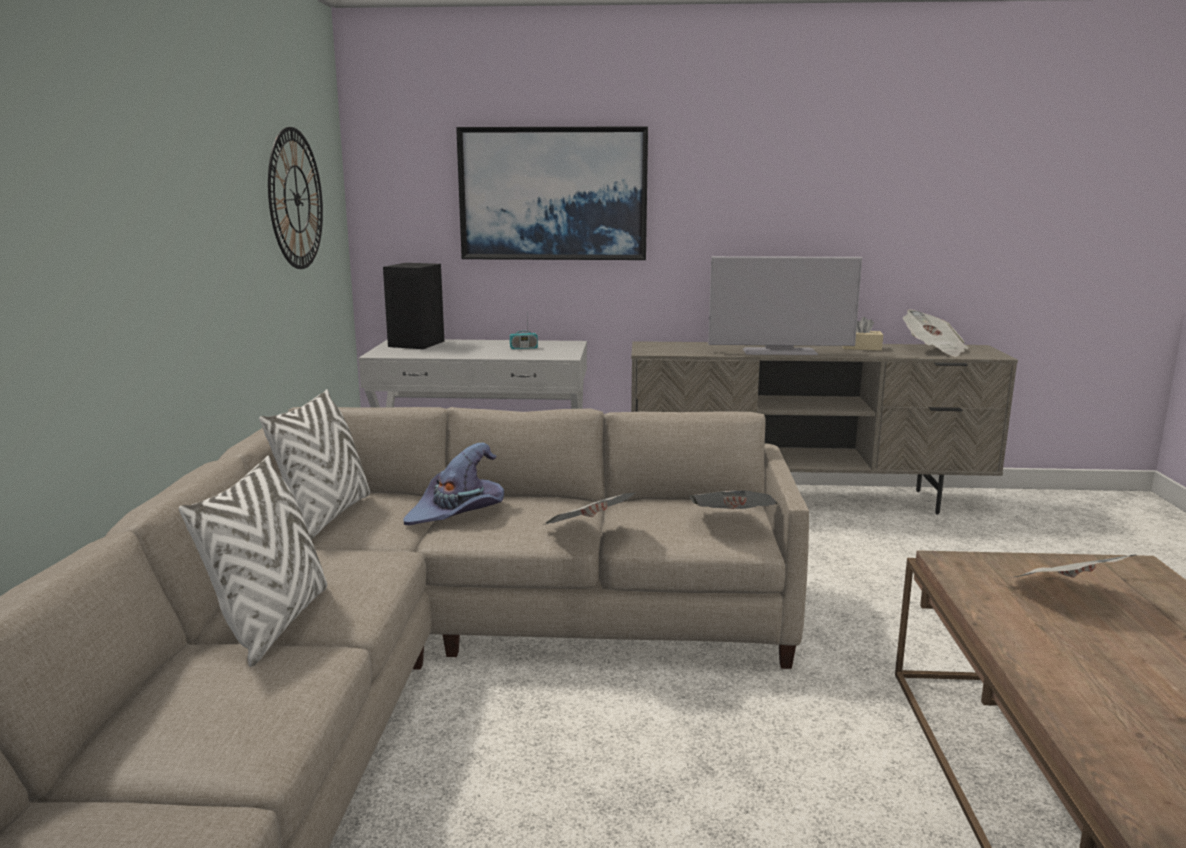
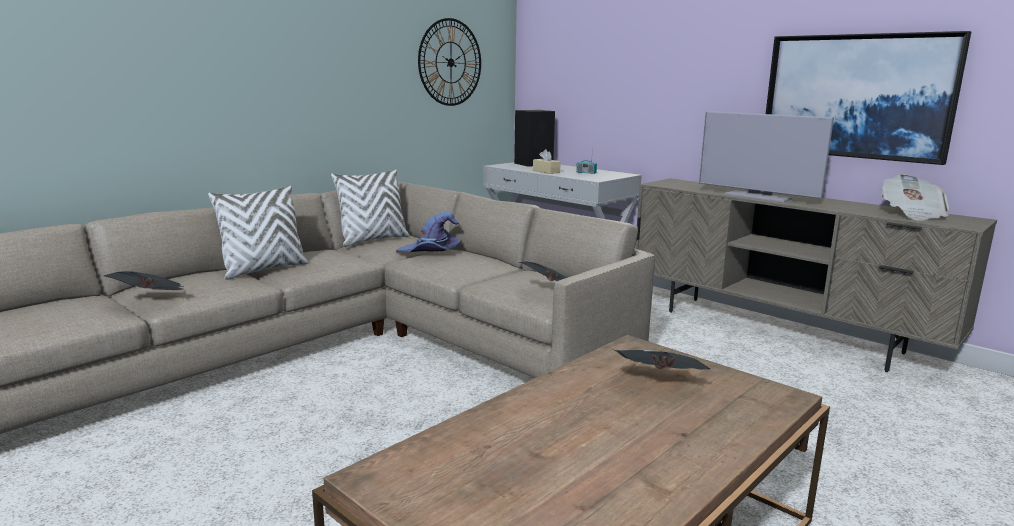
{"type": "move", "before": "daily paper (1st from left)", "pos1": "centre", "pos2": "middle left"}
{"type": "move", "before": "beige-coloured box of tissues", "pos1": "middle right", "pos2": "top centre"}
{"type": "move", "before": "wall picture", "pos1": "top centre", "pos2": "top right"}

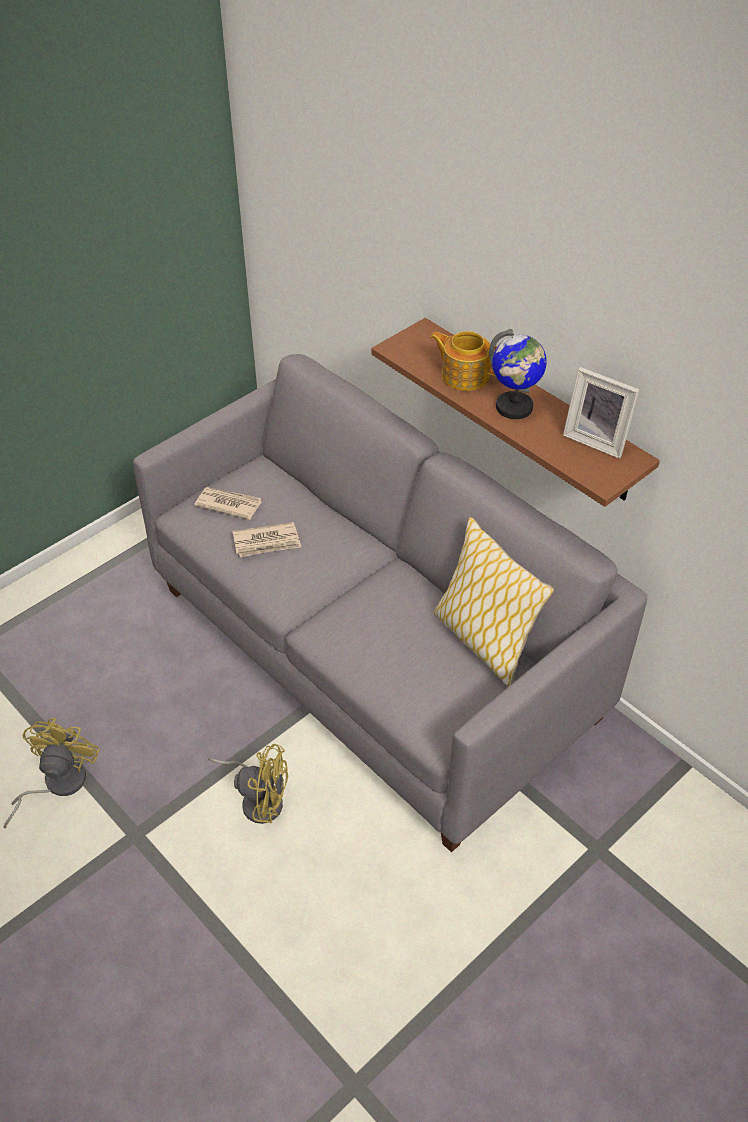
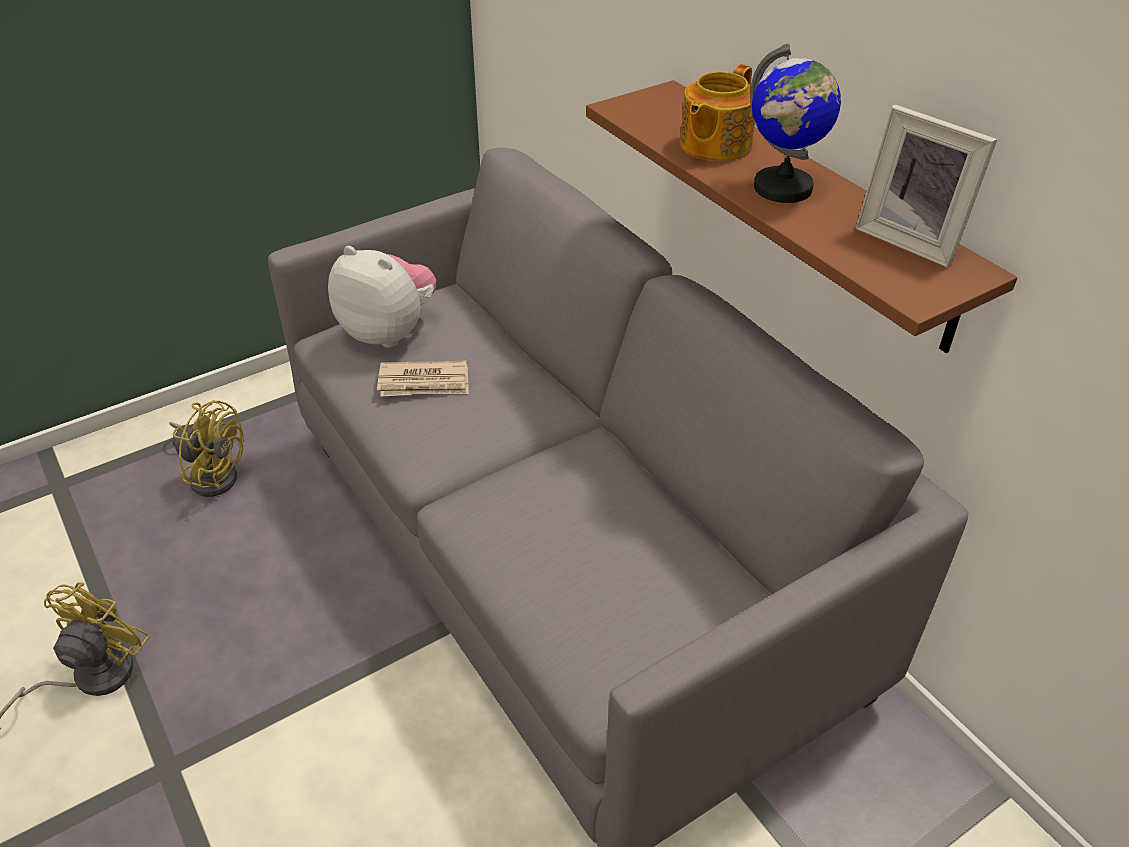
{"type": "move", "before": "yellow-coloured electric fan (2nd from left)", "pos1": "bottom left", "pos2": "middle left"}
{"type": "replace", "before": "daily paper (1st from left)", "after": "soft toy", "pos1": "middle left", "pos2": "centre"}
{"type": "rotate", "before": "teapot", "pos1": "top centre", "pos2": "top centre", "turn": -90}
{"type": "delete", "before": "pillow", "pos1": "centre"}

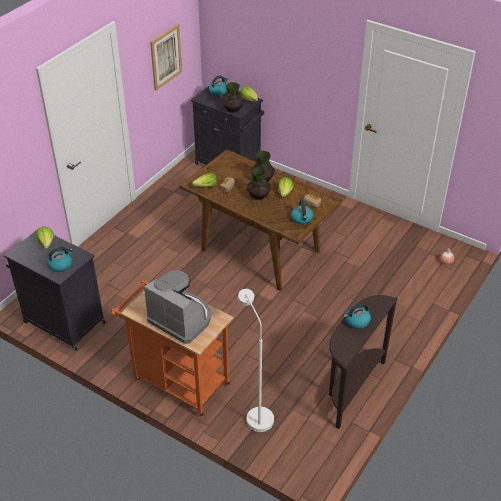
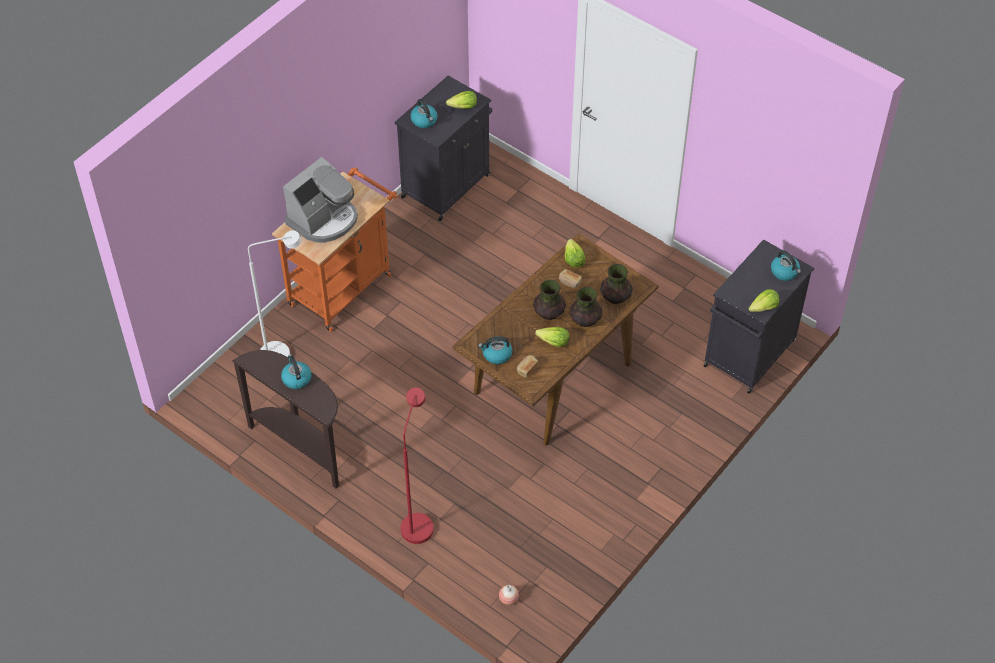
{"type": "insert", "after": "red-coloured standing lamp", "pos2": "bottom centre"}
{"type": "move", "before": "vase (1st from left in the first image)", "after": "vase (4th from left)", "pos1": "top centre", "pos2": "centre"}
{"type": "delete", "before": "wall picture", "pos1": "top left"}

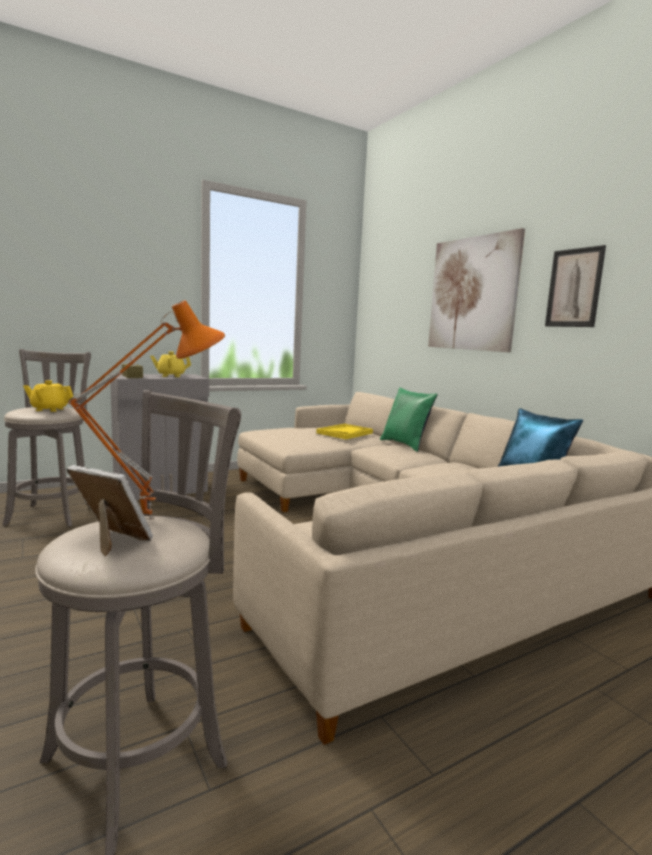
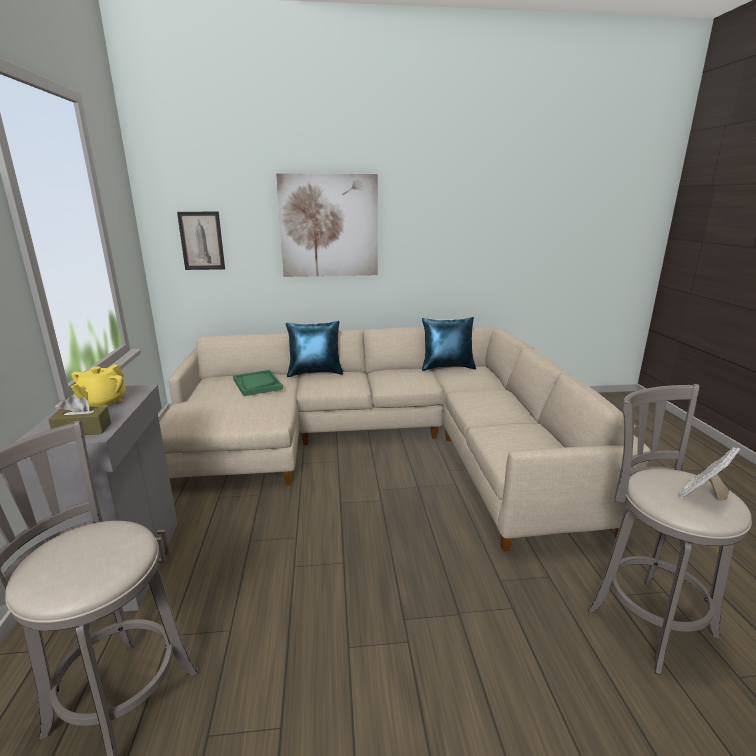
{"type": "move", "before": "wall picture (2nd from left in the first image)", "after": "wall picture (1st from left)", "pos1": "middle right", "pos2": "top left"}
{"type": "recolor", "before": "yellow-coloured carrying tray", "after": "green-coloured carrying tray", "pos1": "centre", "pos2": "centre"}
{"type": "recolor", "before": "green-coloured pillow", "after": "bluish pillow (1st from left)", "pos1": "centre", "pos2": "centre"}
{"type": "delete", "before": "yellow-coloured teapot (1st from left)", "pos1": "middle left"}
{"type": "delete", "before": "orange tabletop lamp", "pos1": "middle left"}

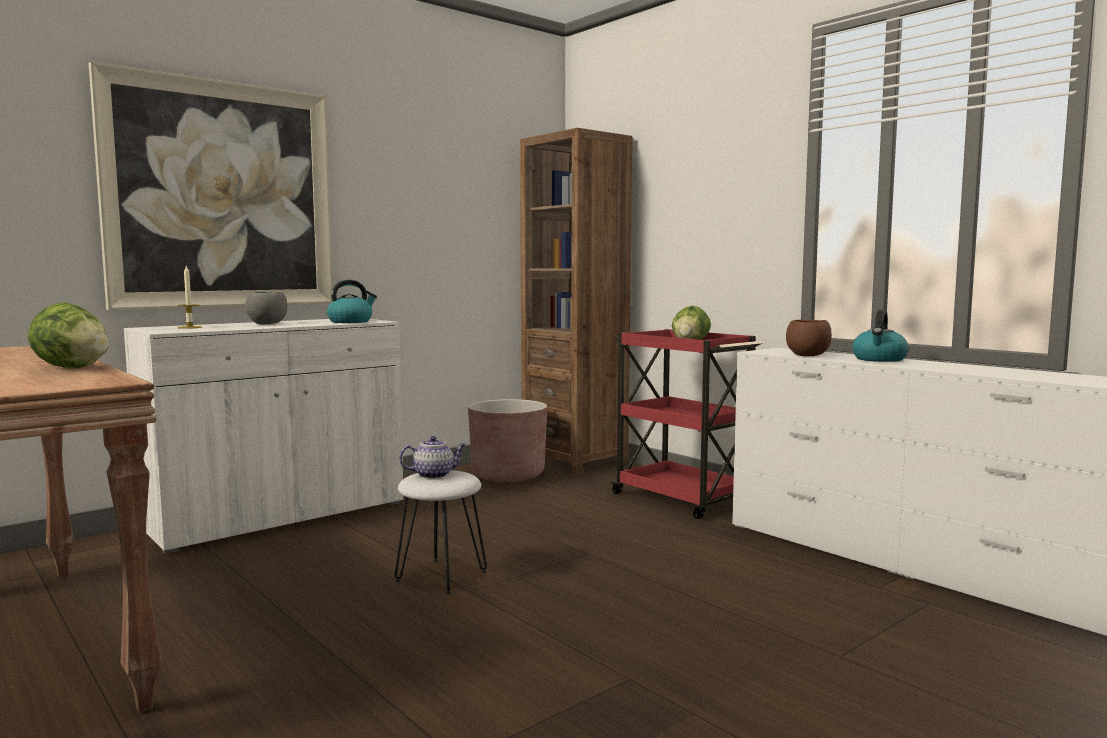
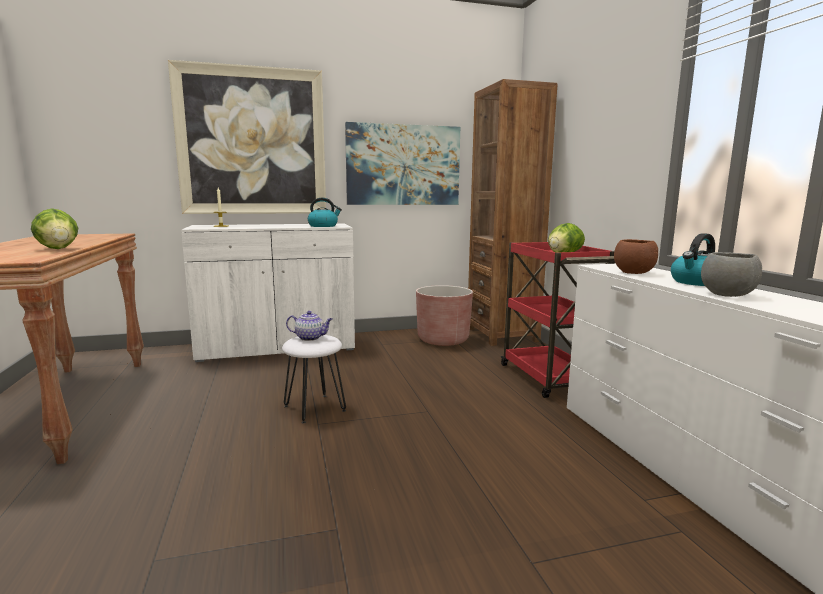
{"type": "insert", "after": "wall picture (2nd from left)", "pos2": "top centre"}
{"type": "move", "before": "greyish bowl", "pos1": "middle left", "pos2": "middle right"}

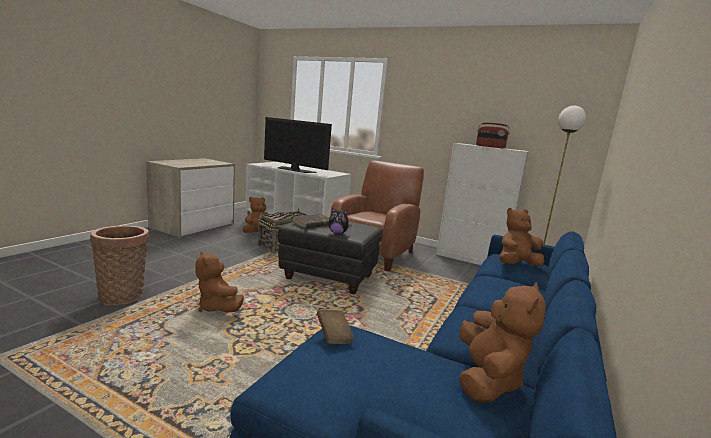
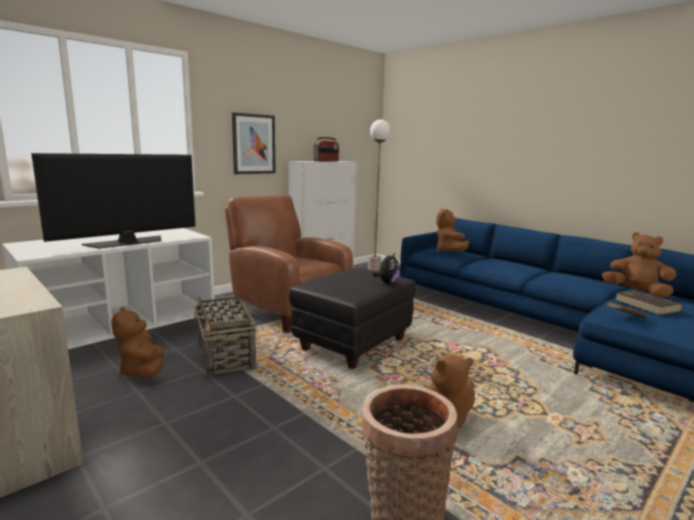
{"type": "insert", "after": "wall picture", "pos2": "top centre"}
{"type": "move", "before": "brown-coloured bound book (1st from left in the first image)", "after": "brown-coloured bound book (2nd from left)", "pos1": "centre", "pos2": "middle right"}

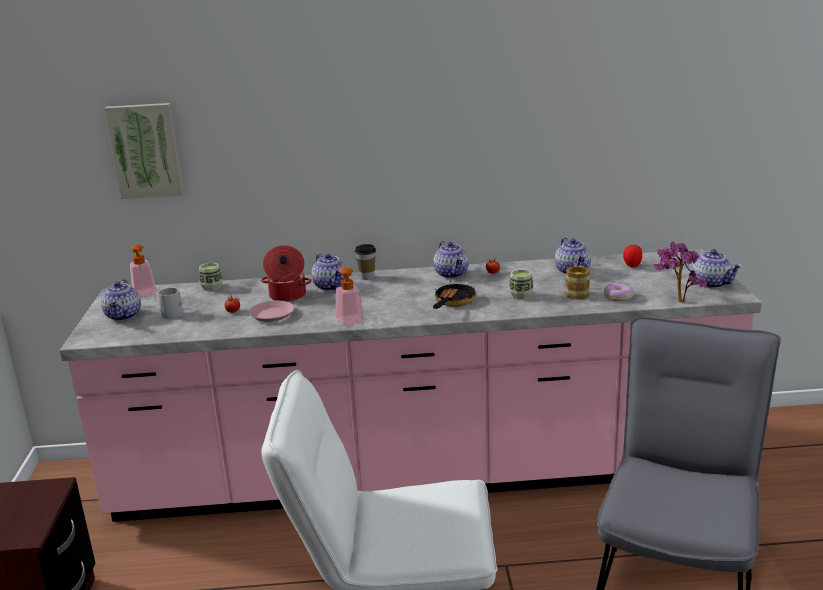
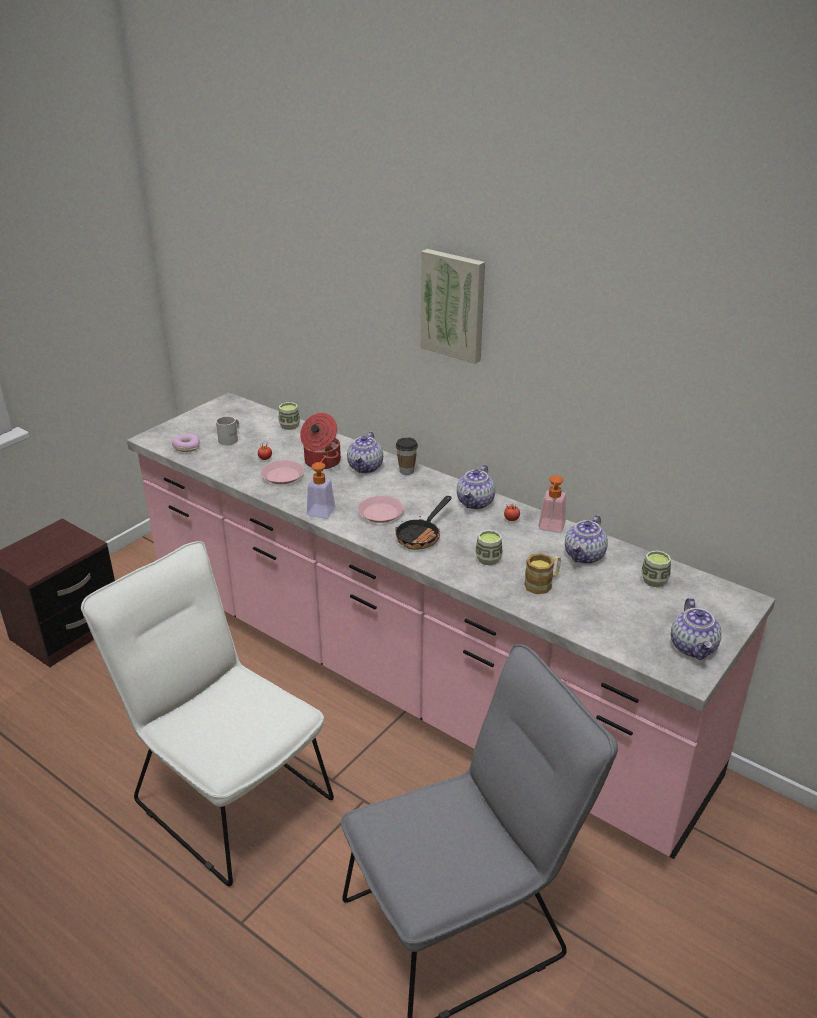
{"type": "move", "before": "ring doughnut", "pos1": "middle right", "pos2": "middle left"}
{"type": "insert", "after": "pink flat dish (2nd from left)", "pos2": "centre"}
{"type": "rotate", "before": "skillet", "pos1": "centre", "pos2": "centre", "turn": 150}
{"type": "move", "before": "wall picture", "pos1": "top left", "pos2": "top centre"}
{"type": "move", "before": "liquid soap bottle (1st from left in the first image)", "after": "liquid soap bottle (2nd from left)", "pos1": "middle left", "pos2": "middle right"}
{"type": "replace", "before": "whole tomato (3rd from left)", "after": "cup (4th from left)", "pos1": "middle right", "pos2": "middle right"}
{"type": "delete", "before": "teapot (1st from left)", "pos1": "middle left"}
{"type": "delete", "before": "plant in a pot", "pos1": "middle right"}

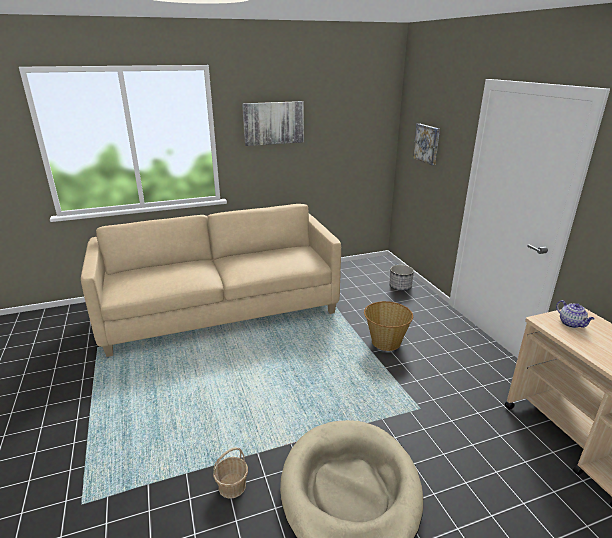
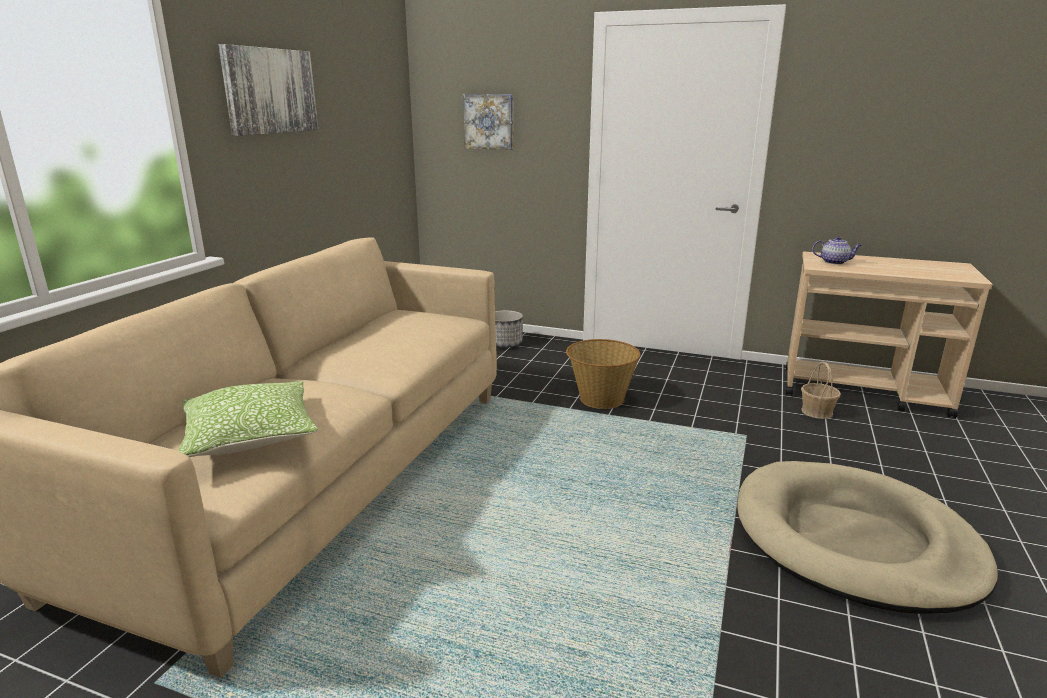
{"type": "insert", "after": "pillow", "pos2": "middle left"}
{"type": "move", "before": "household basket (1st from left in the first image)", "after": "household basket (2nd from left)", "pos1": "bottom centre", "pos2": "middle right"}

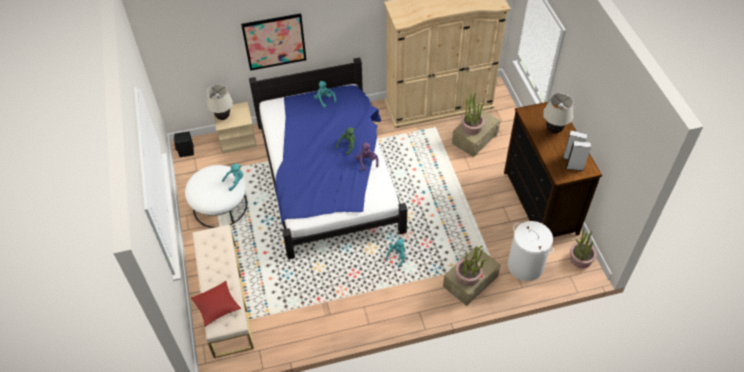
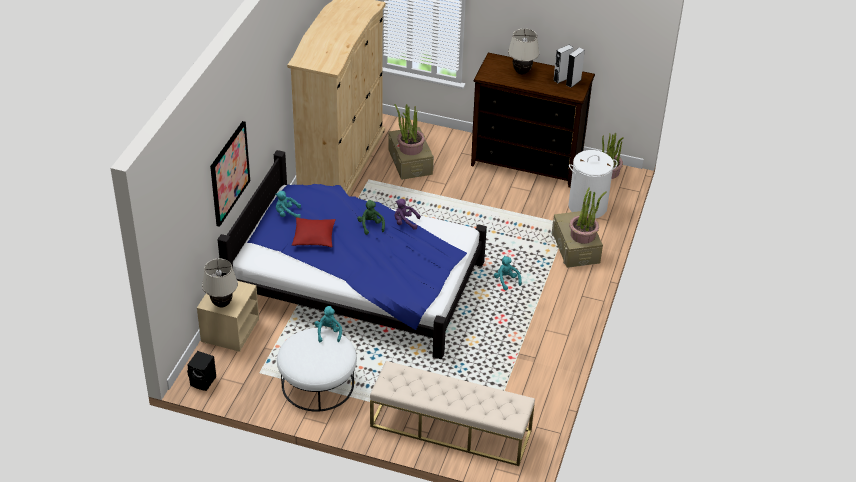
{"type": "move", "before": "red-coloured pillow", "pos1": "bottom left", "pos2": "centre"}

